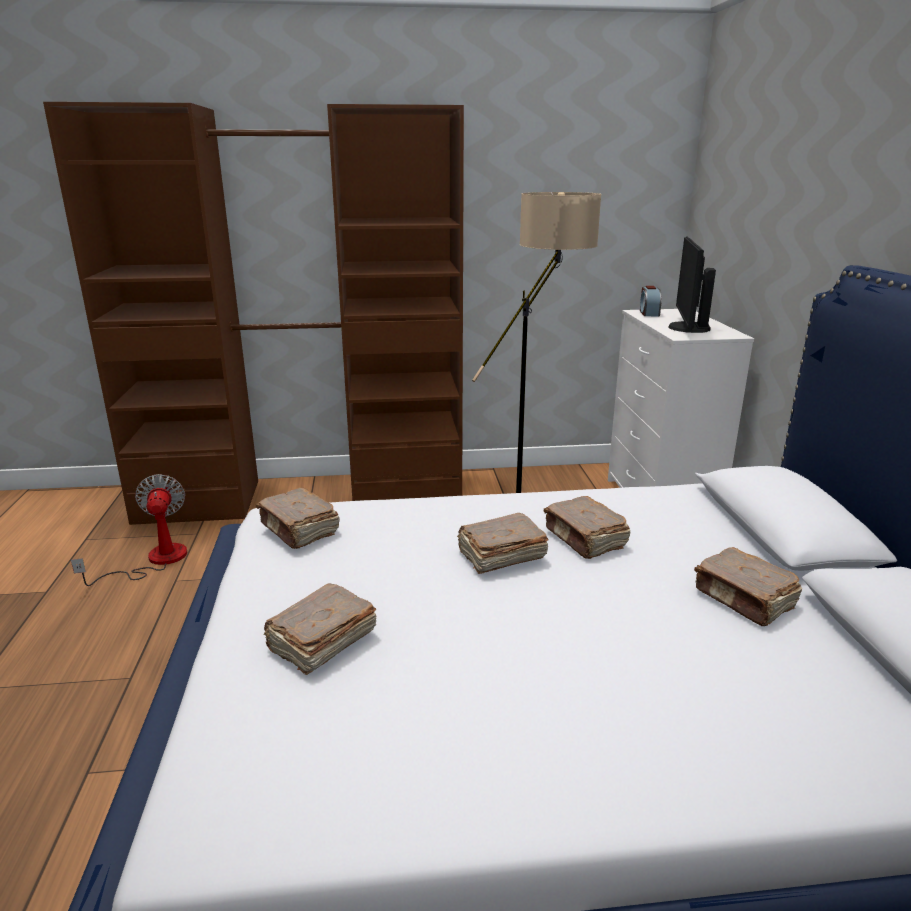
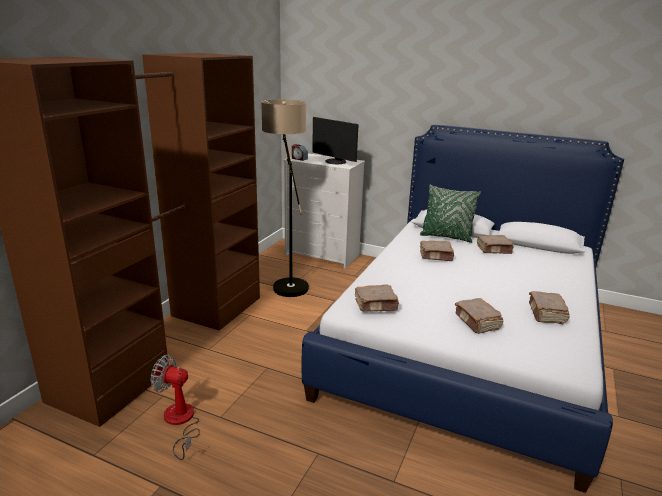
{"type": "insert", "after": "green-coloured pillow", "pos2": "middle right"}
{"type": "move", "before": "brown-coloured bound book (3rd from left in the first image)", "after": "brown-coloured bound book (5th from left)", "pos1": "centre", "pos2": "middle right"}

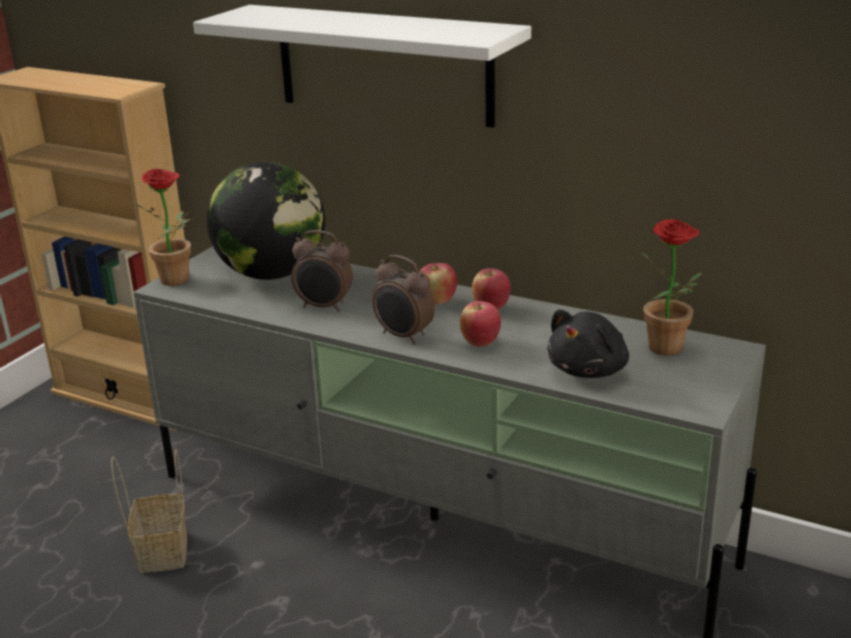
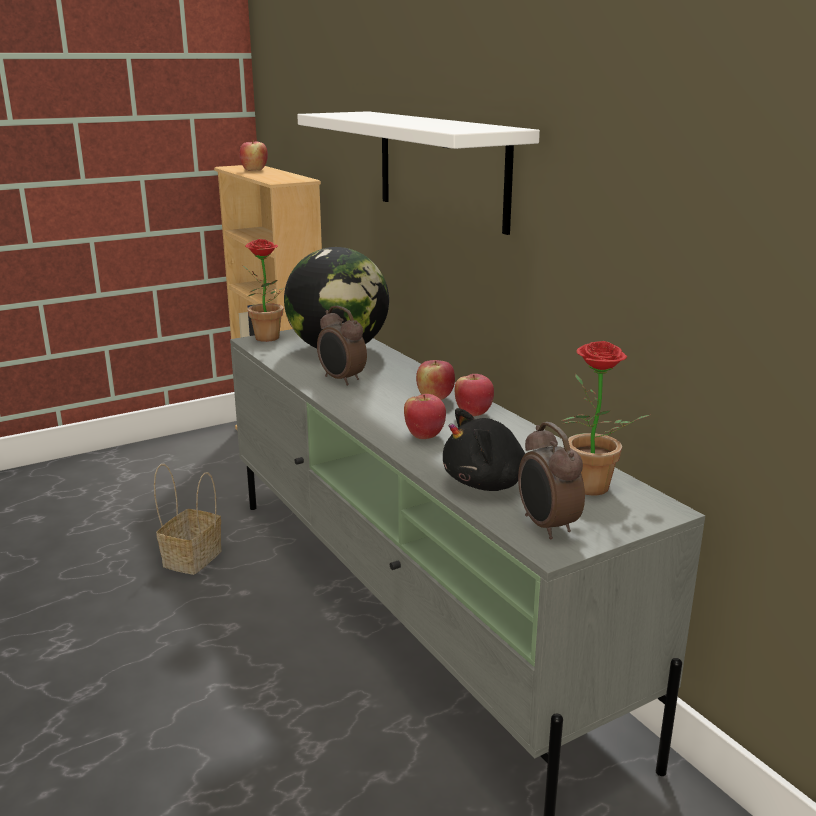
{"type": "insert", "after": "apple (1st from left)", "pos2": "top left"}
{"type": "move", "before": "bedside clock (2nd from left)", "pos1": "centre", "pos2": "middle right"}

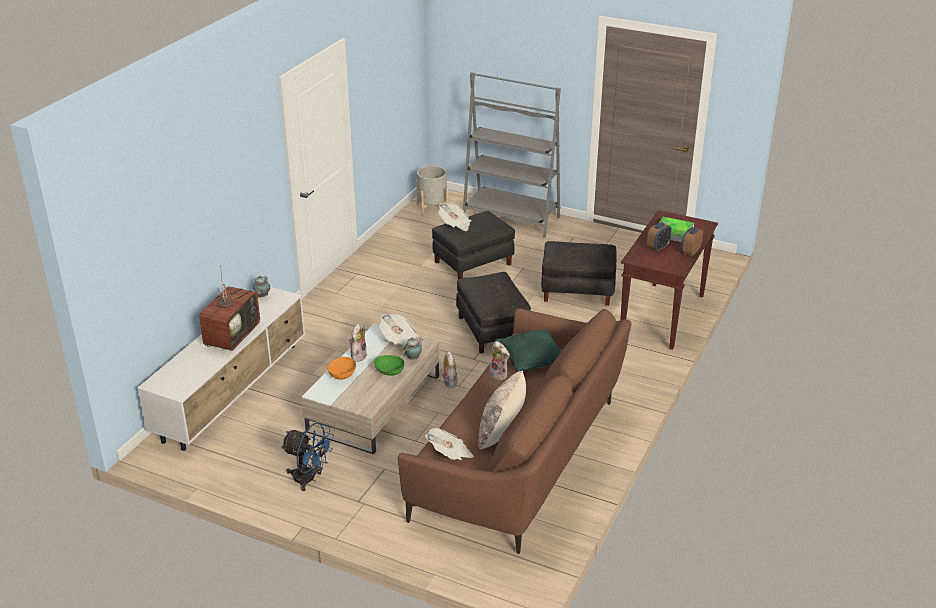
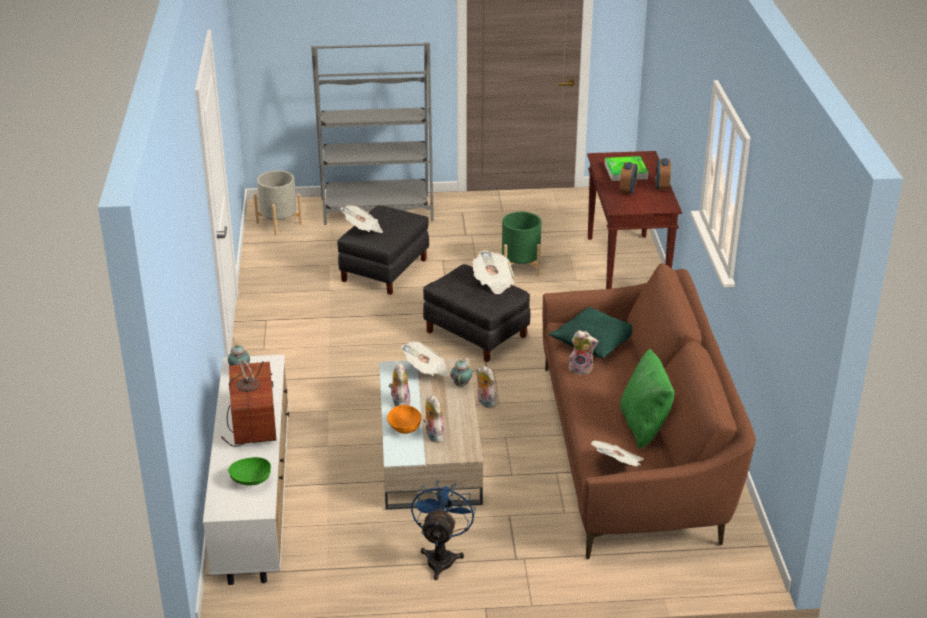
{"type": "move", "before": "green-coloured bowl", "pos1": "centre", "pos2": "bottom left"}
{"type": "rotate", "before": "bluish electric fan", "pos1": "bottom left", "pos2": "bottom centre", "turn": -75}
{"type": "insert", "after": "soft toy (2nd from left)", "pos2": "bottom centre"}
{"type": "insert", "after": "daily paper (3rd from left)", "pos2": "centre"}
{"type": "replace", "before": "blackish ottoman (3rd from left)", "after": "green-coloured plant pot", "pos1": "centre", "pos2": "centre"}
{"type": "recolor", "before": "beige-coloured pillow", "after": "green-coloured pillow (2nd from left)", "pos1": "bottom centre", "pos2": "middle right"}

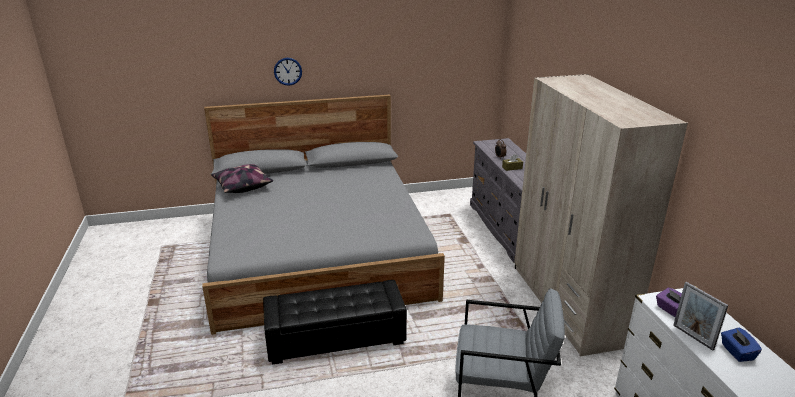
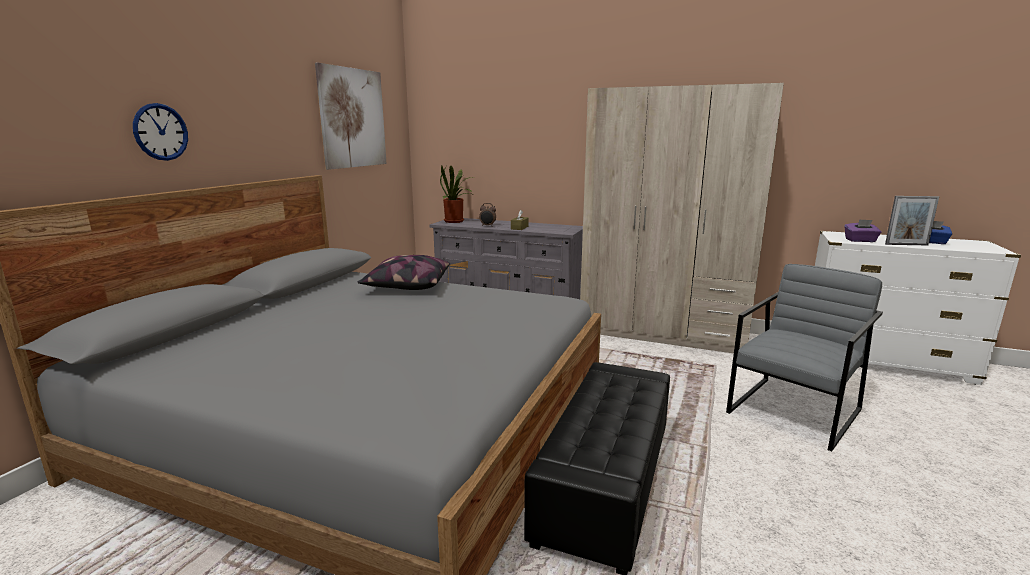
{"type": "insert", "after": "wall picture", "pos2": "top centre"}
{"type": "move", "before": "pillow", "pos1": "middle left", "pos2": "centre"}
{"type": "insert", "after": "plant in a pot", "pos2": "centre"}

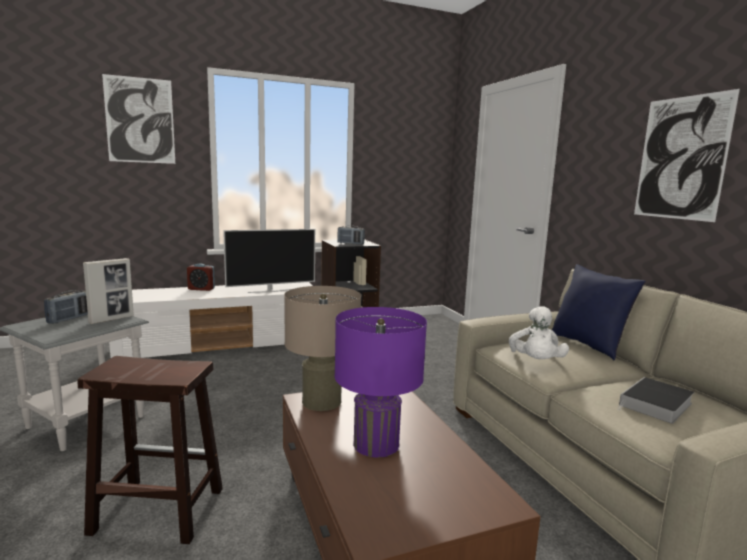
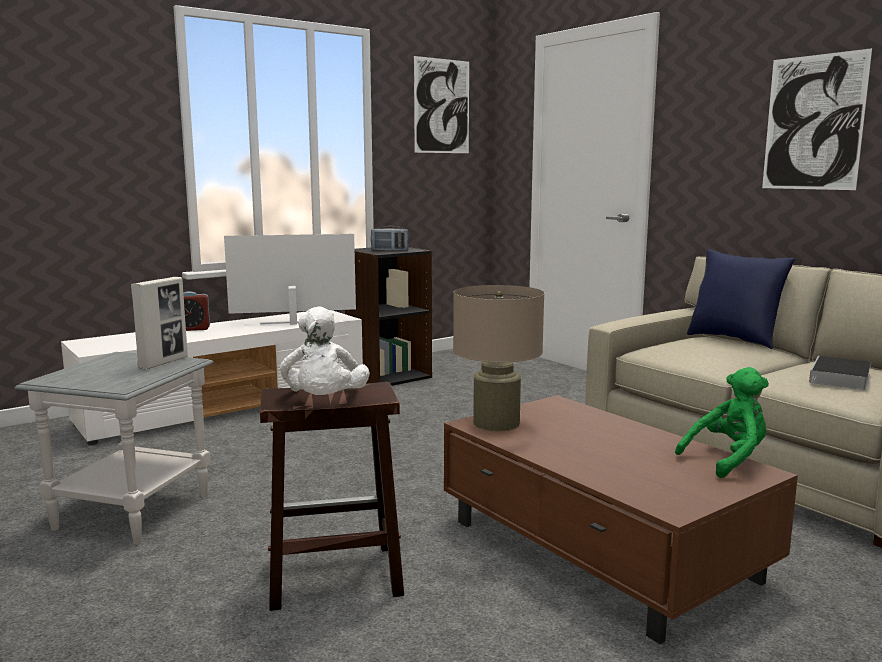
{"type": "rotate", "before": "television", "pos1": "centre", "pos2": "middle left", "turn": -150}
{"type": "move", "before": "white-coloured soft toy", "pos1": "middle right", "pos2": "centre"}
{"type": "move", "before": "wall picture (1st from left)", "pos1": "top left", "pos2": "top centre"}
{"type": "insert", "after": "green-coloured soft toy", "pos2": "middle right"}
{"type": "delete", "before": "radio (1st from left)", "pos1": "middle left"}
{"type": "delete", "before": "purple-coloured tabletop lamp", "pos1": "bottom centre"}

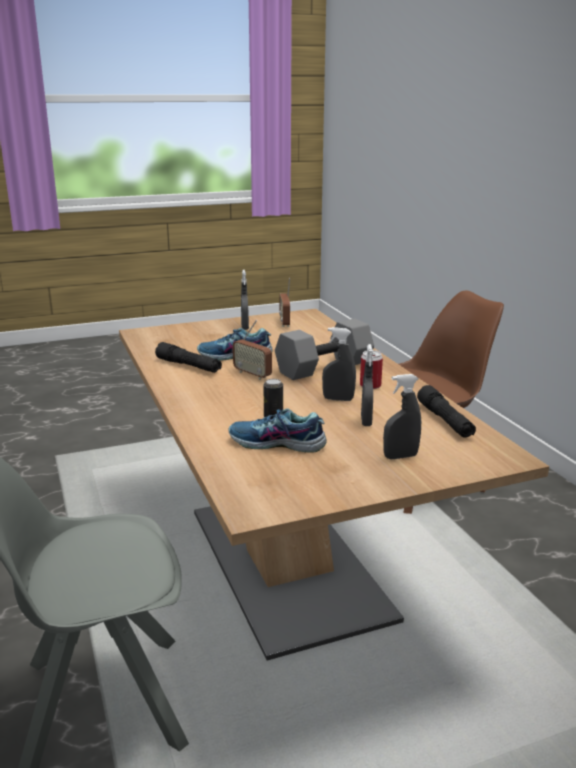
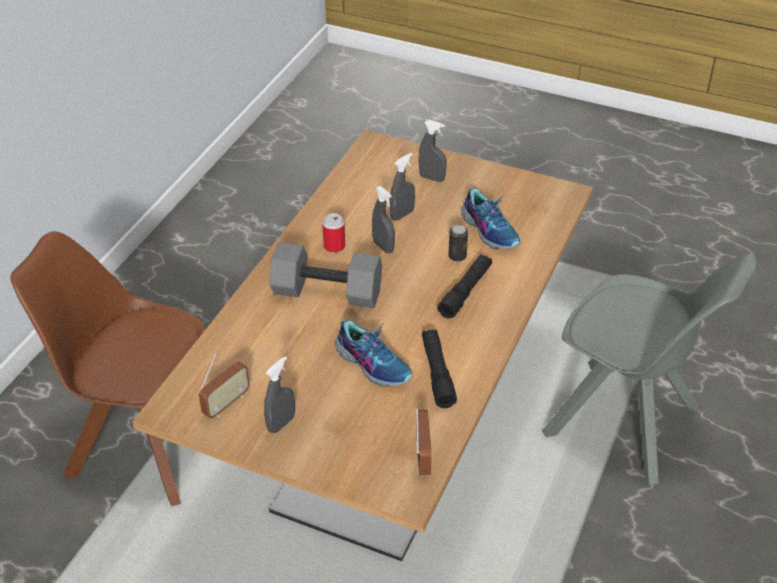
{"type": "move", "before": "radio (1st from left in the first image)", "after": "radio (2nd from left)", "pos1": "centre", "pos2": "bottom centre"}
{"type": "move", "before": "blackish flashlight (2nd from left)", "pos1": "middle right", "pos2": "centre"}

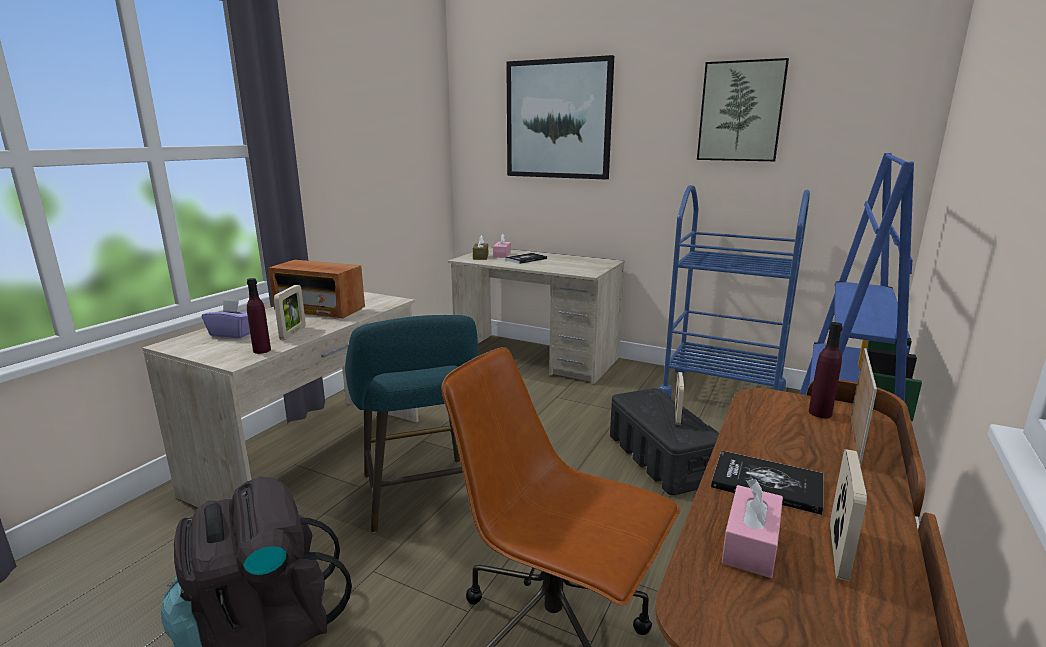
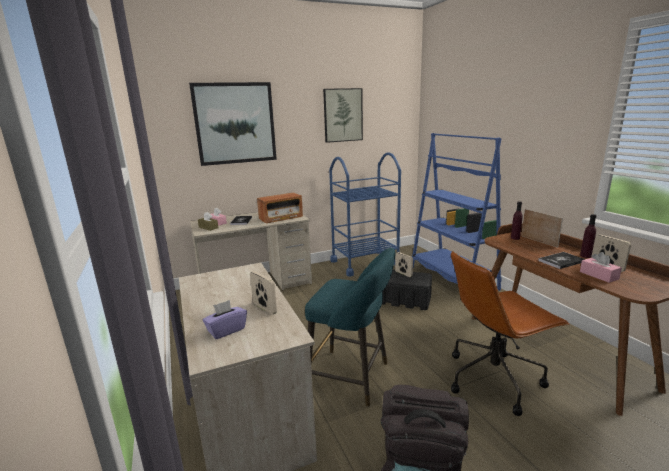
{"type": "move", "before": "radio", "pos1": "middle left", "pos2": "centre"}
{"type": "move", "before": "purple-coloured drink bottle (1st from left in the first image)", "after": "purple-coloured drink bottle (2nd from left)", "pos1": "middle left", "pos2": "middle right"}

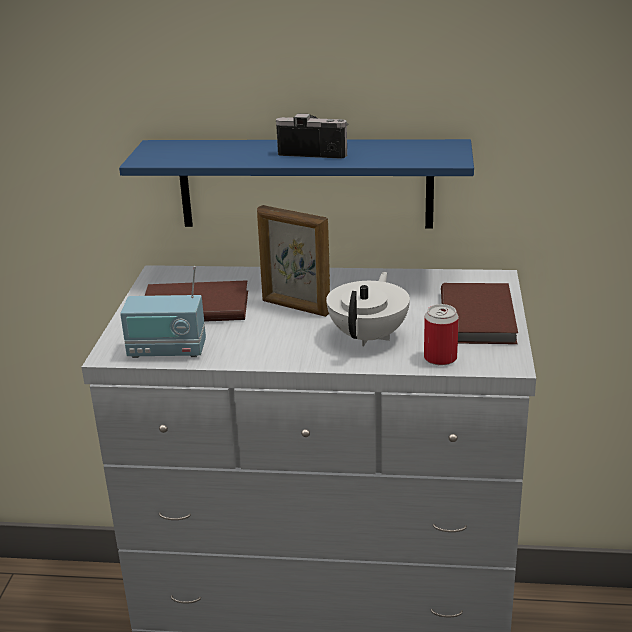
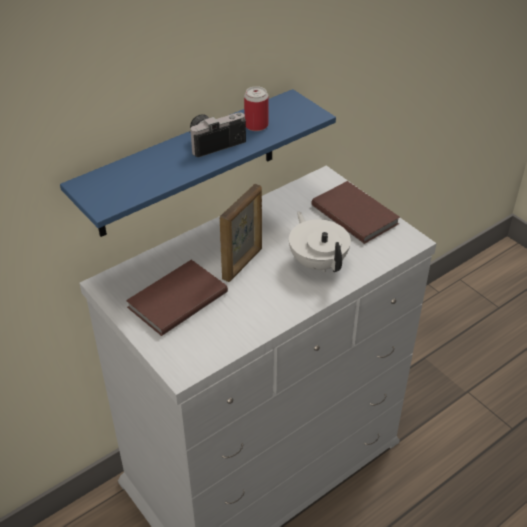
{"type": "rotate", "before": "standing frame", "pos1": "centre", "pos2": "centre", "turn": -45}
{"type": "move", "before": "metal can", "pos1": "middle right", "pos2": "top centre"}
{"type": "delete", "before": "radio", "pos1": "middle left"}

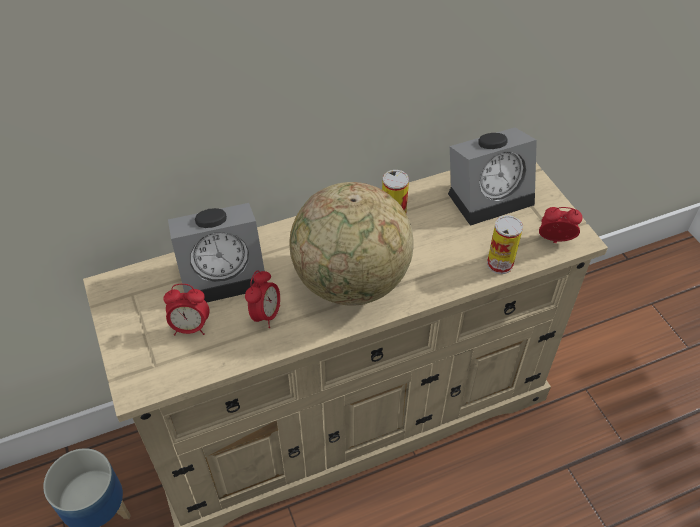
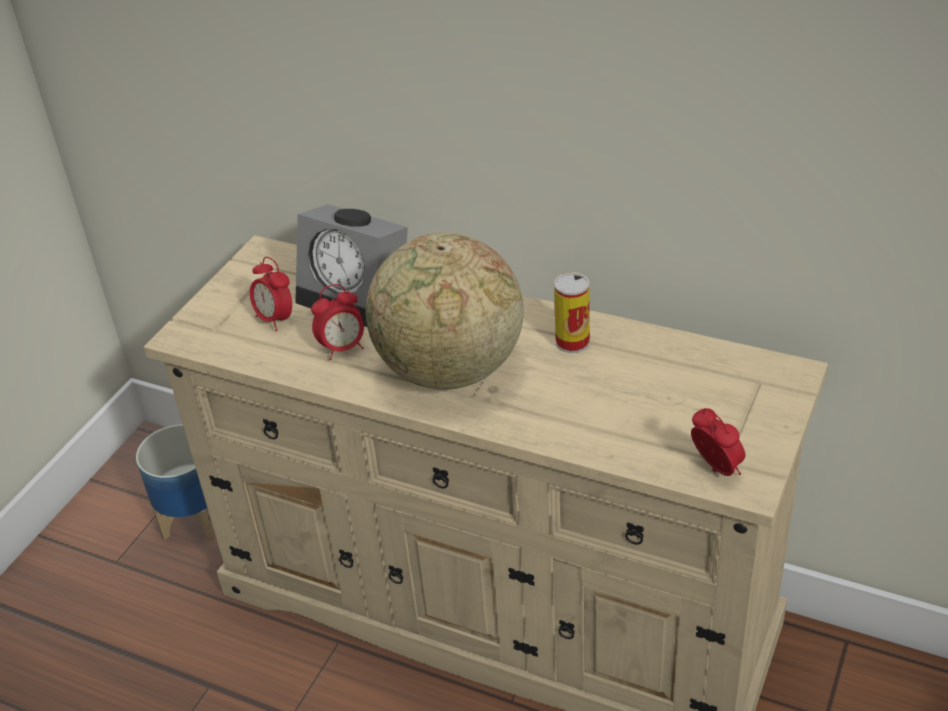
{"type": "delete", "before": "bedside clock (4th from left)", "pos1": "middle right"}
{"type": "delete", "before": "metal can (2nd from left)", "pos1": "middle right"}

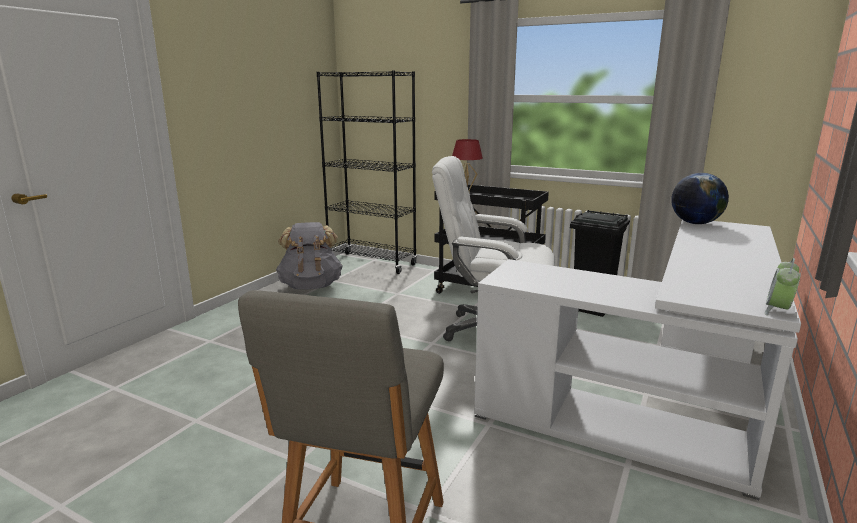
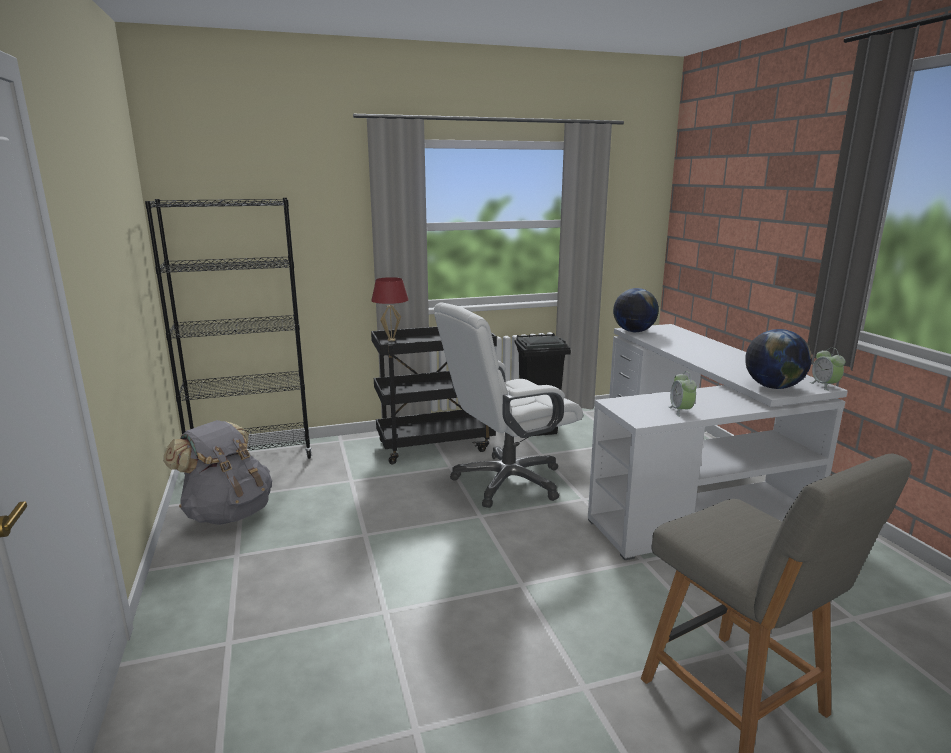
{"type": "insert", "after": "bedside clock (1st from left)", "pos2": "middle right"}
{"type": "insert", "after": "desk globe (2nd from left)", "pos2": "middle right"}

